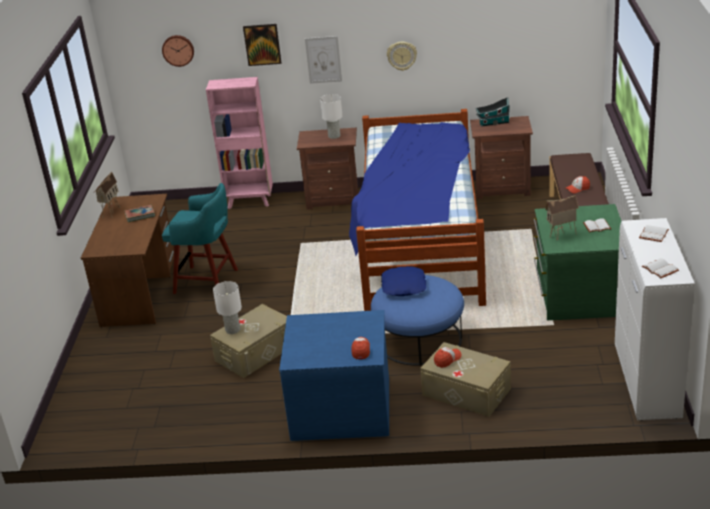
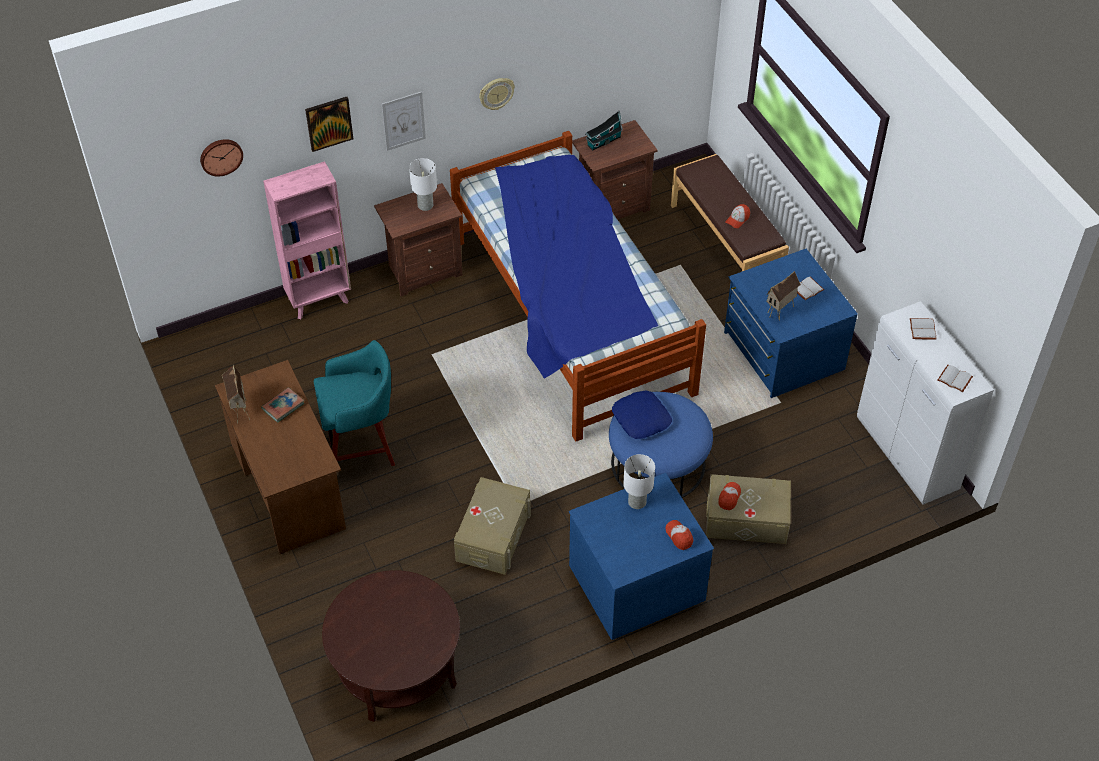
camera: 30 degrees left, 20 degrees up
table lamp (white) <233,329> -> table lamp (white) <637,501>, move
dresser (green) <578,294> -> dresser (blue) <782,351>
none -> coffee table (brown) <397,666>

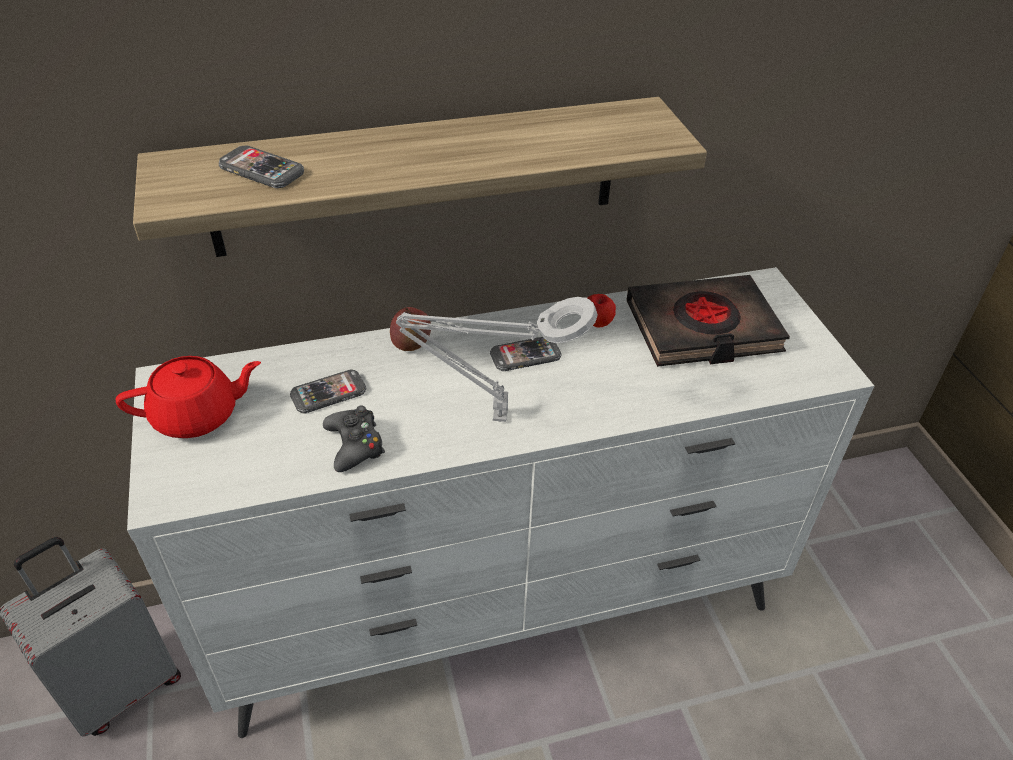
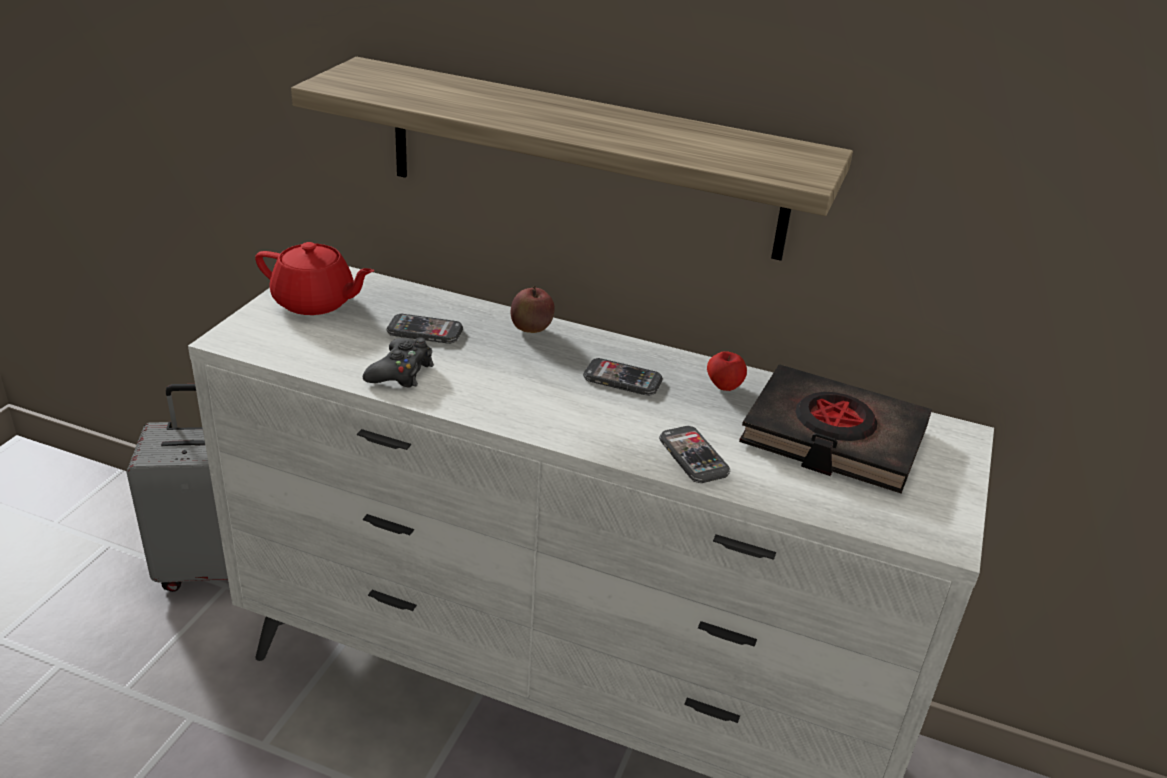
camera: 35 degrees right, 10 degrees down
phone <261,170> -> phone <693,456>, move
table lamp (grey) <494,416> -> none

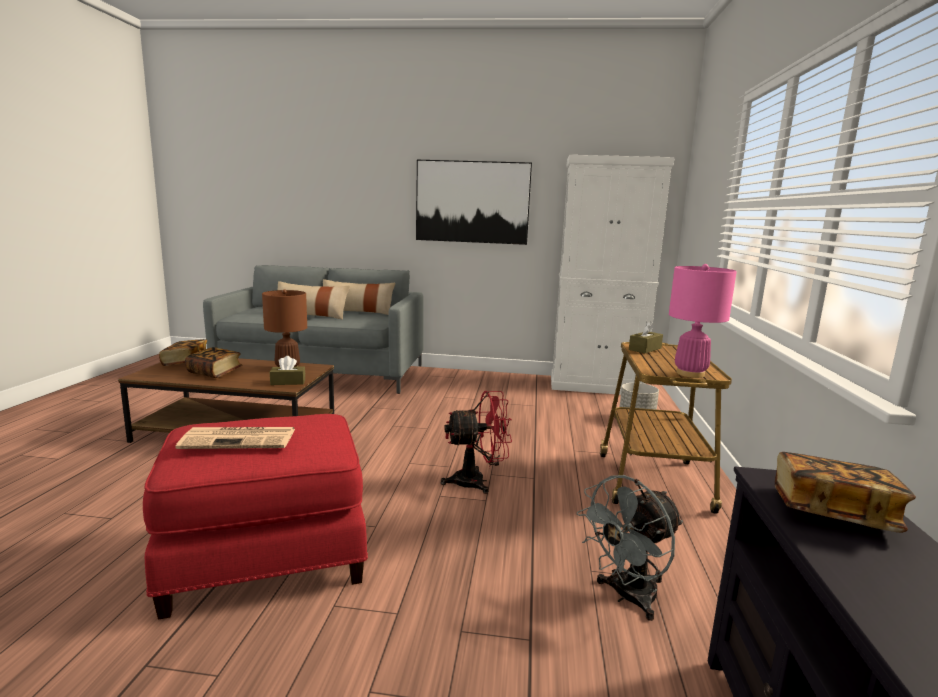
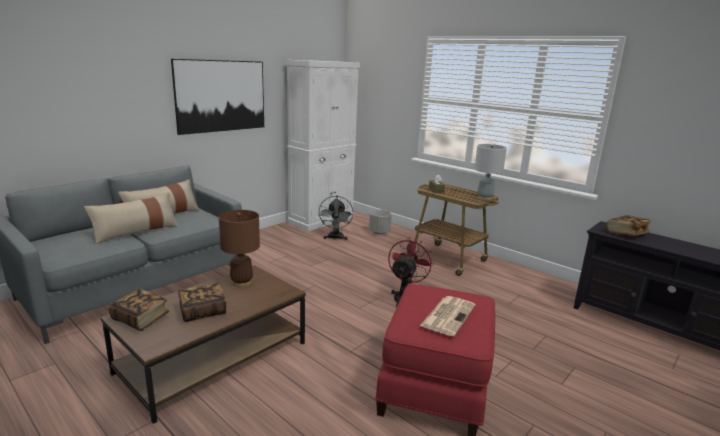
camera: 55 degrees left, 5 degrees up
tissue box (brown) <288,382> -> none
fan (grey) <627,597> -> fan (grey) <335,238>, move
table lamp (pink) <690,374> -> table lamp (grey) <484,198>

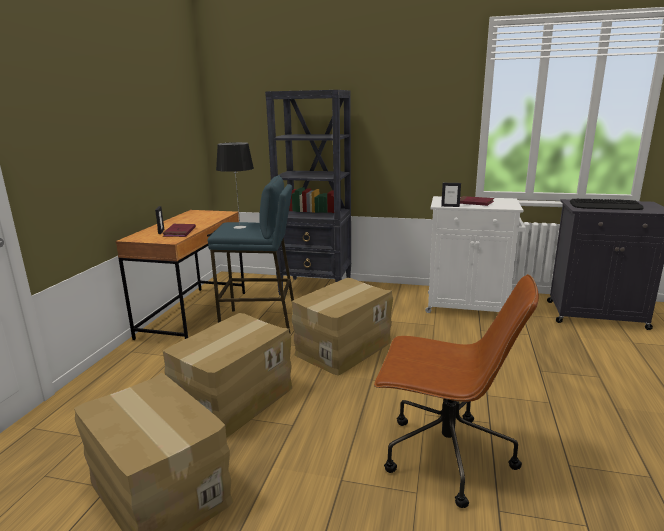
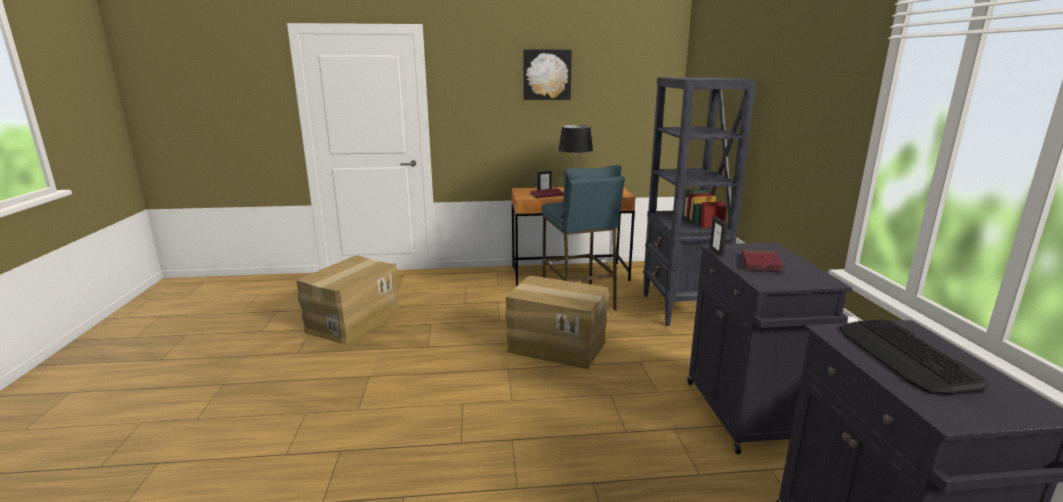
camera: 70 degrees right, 0 degrees up
cardboard box <233,400> -> none
office chair (brown) <444,455> -> none
cabinet (white) <468,306> -> cabinet (black) <747,415>
none -> picture <547,74>

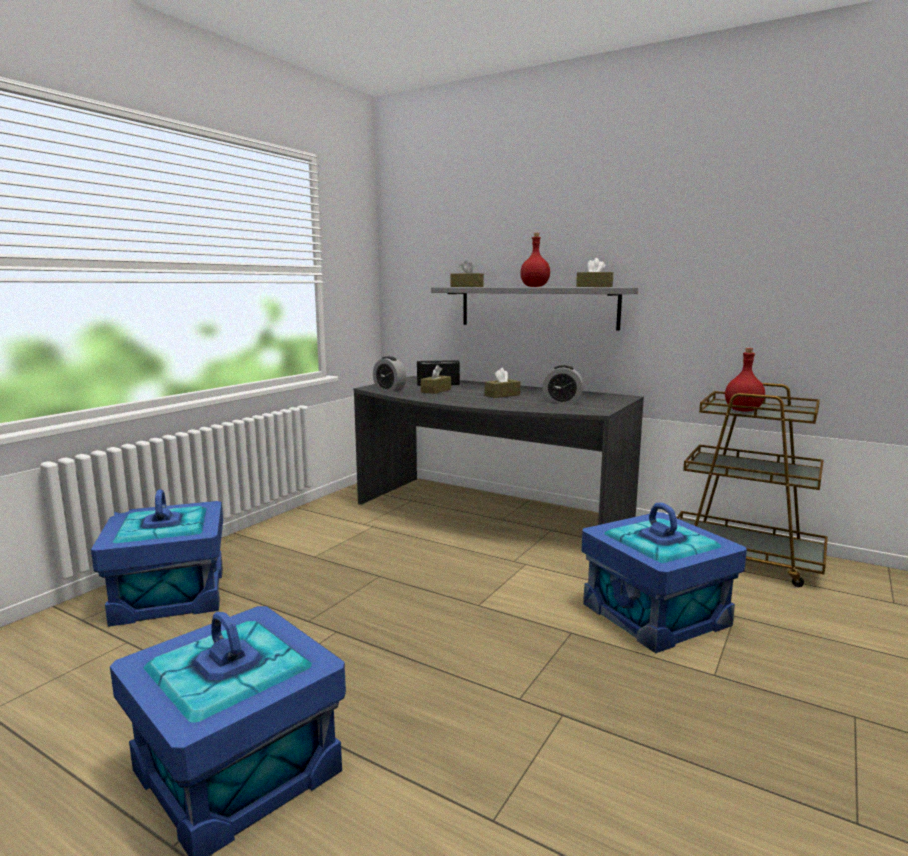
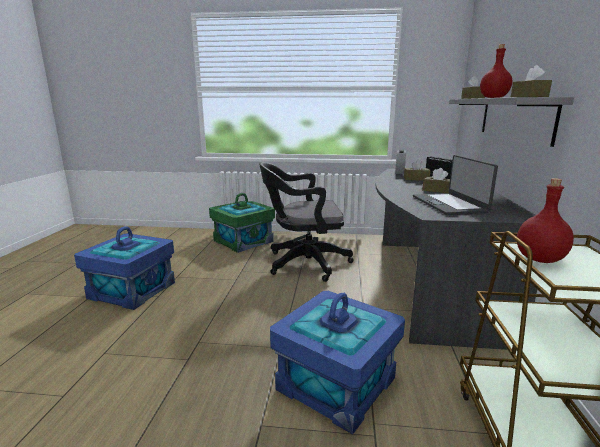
camera: 65 degrees right, 5 degrees up
storage box (blue) <169,595> -> storage box (green) <243,241>
alarm clock <562,401> -> laptop <449,204>
none -> office chair (black) <303,263>

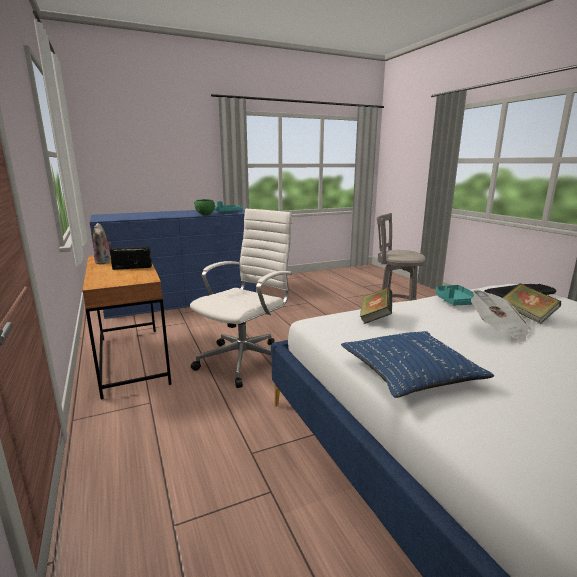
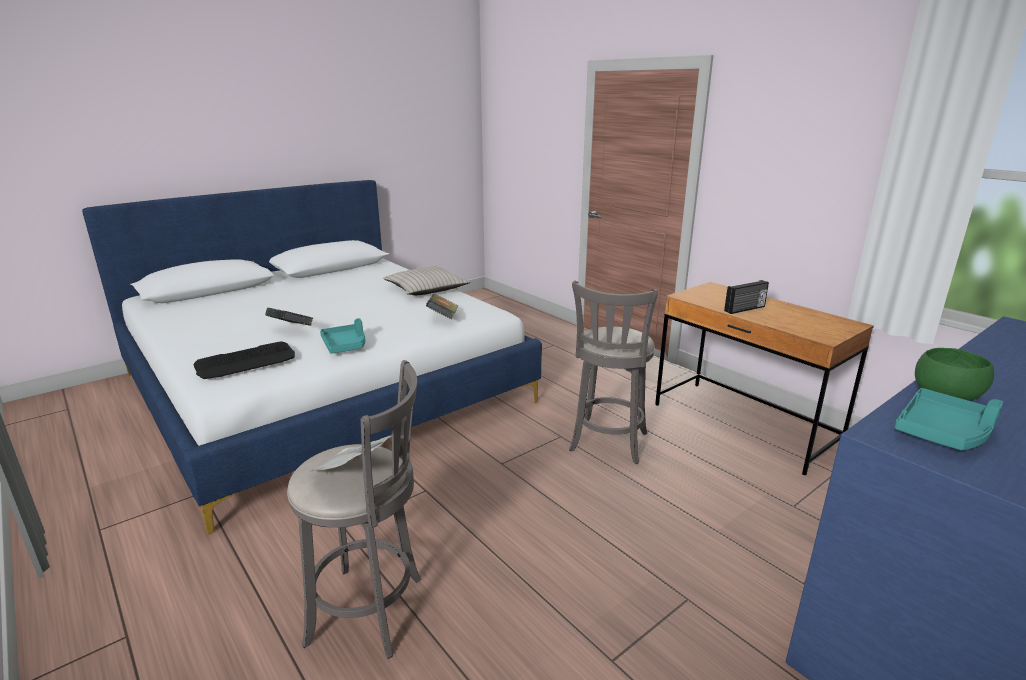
camera: 165 degrees right, 5 degrees up
plush toy <104,262> -> none
office chair (white) <246,360> -> stool (grey) <607,444>
pillow (blue) <411,373> -> pillow (beige) <426,289>
newspaper <498,330> -> newspaper <354,473>, move

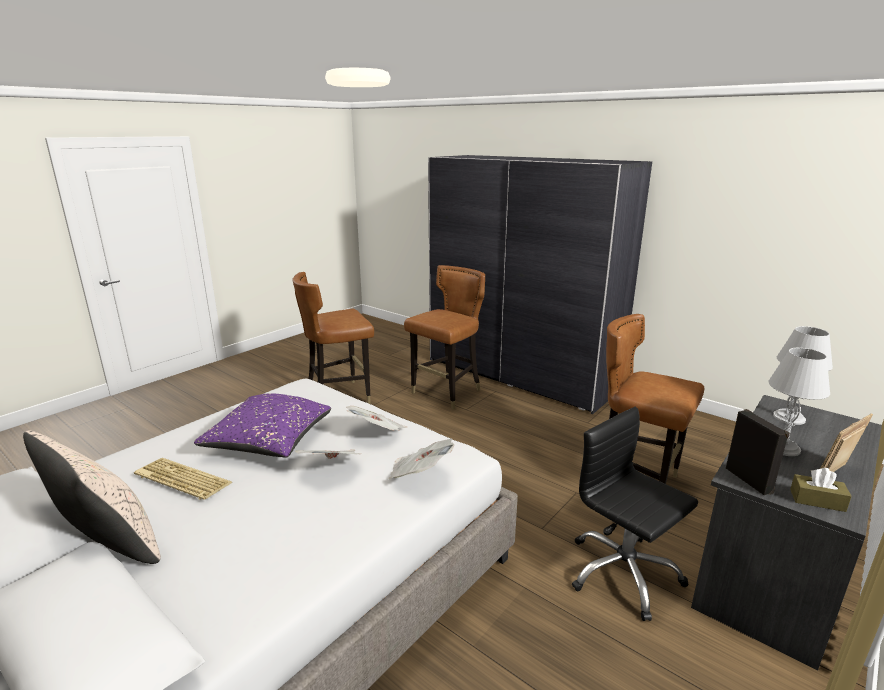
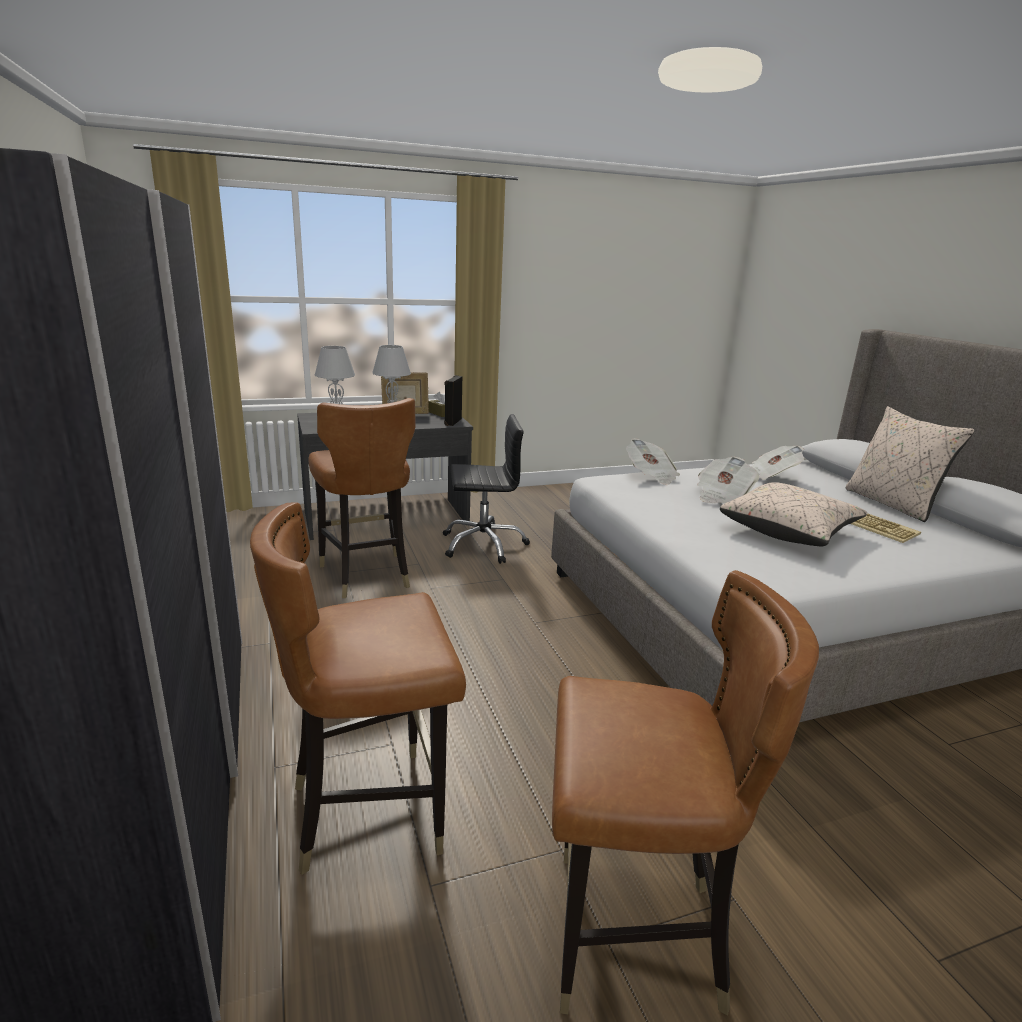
camera: 150 degrees left, 0 degrees up
pillow (purple) <269,442> -> pillow (beige) <789,531>
newspaper <378,432> -> newspaper <769,476>, move
office chair (black) <623,573> -> office chair (black) <483,544>, 90 degrees counterclockwise

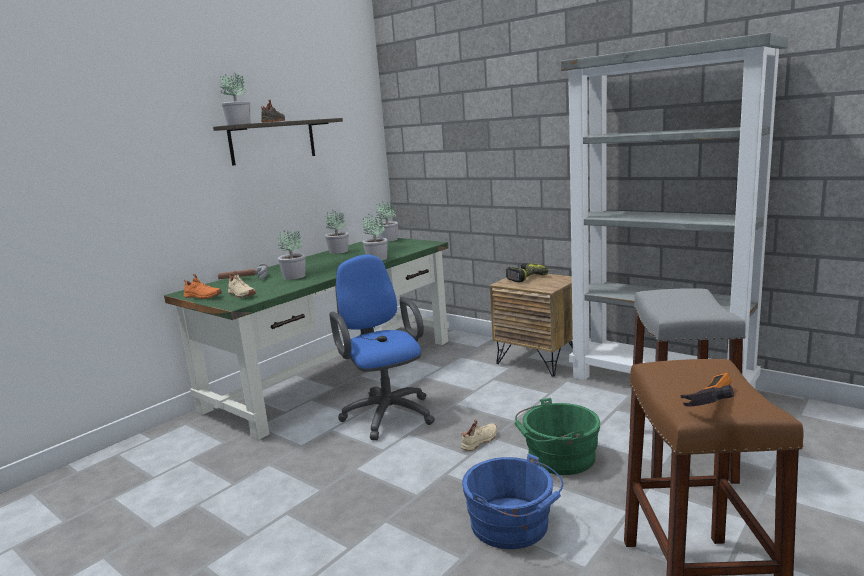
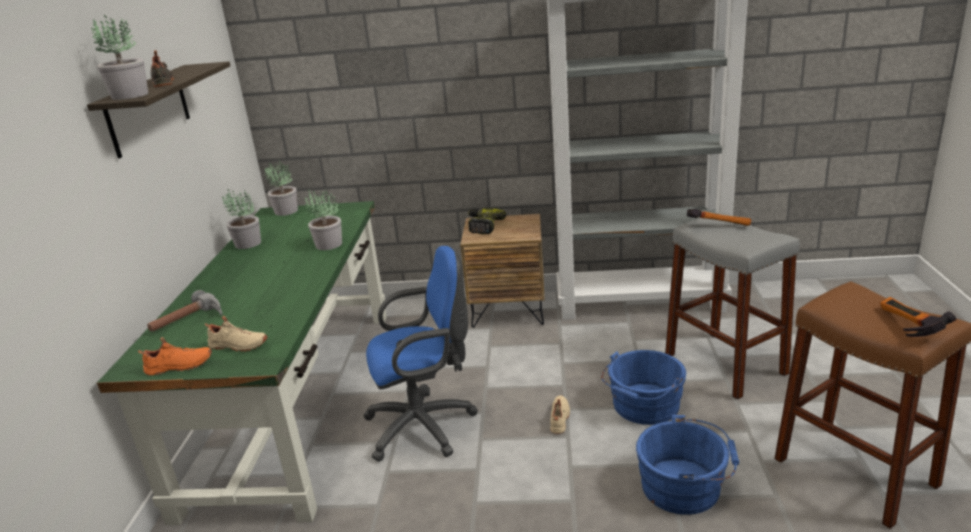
camera: 35 degrees left, 10 degrees up
potted plant <294,276> -> none
office chair (blue) <386,413> -> office chair (blue) <426,425>, 135 degrees clockwise
bucket (green) <557,458> -> bucket (blue) <644,407>
none -> hammer <716,226>

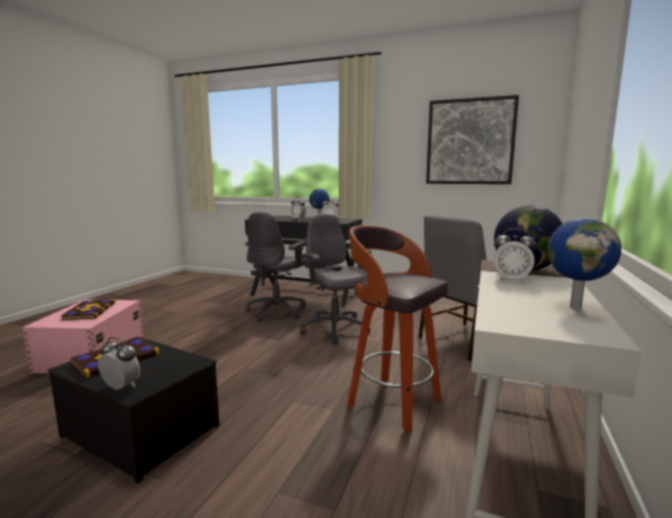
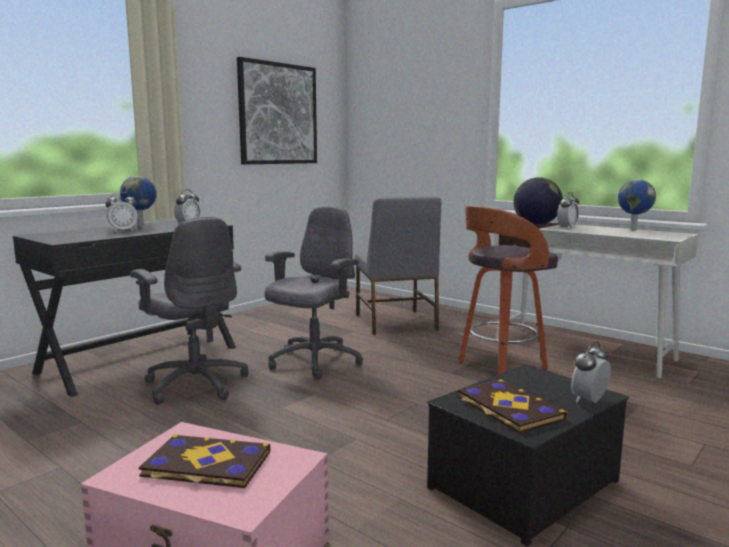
camera: 70 degrees left, 0 degrees up
office chair (grey) <335,330> -> office chair (grey) <314,362>, 135 degrees clockwise

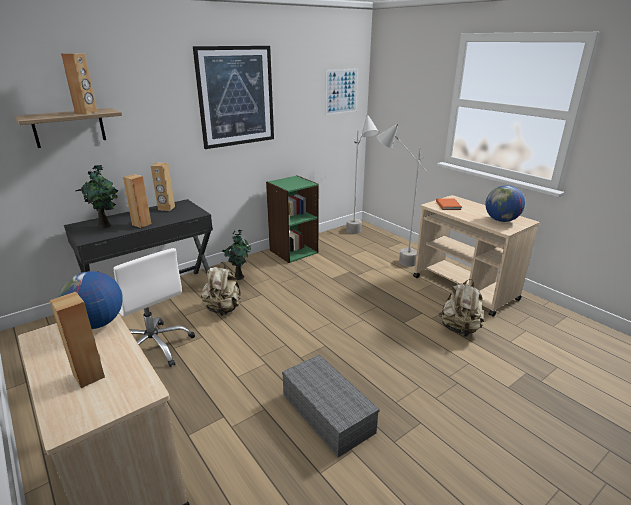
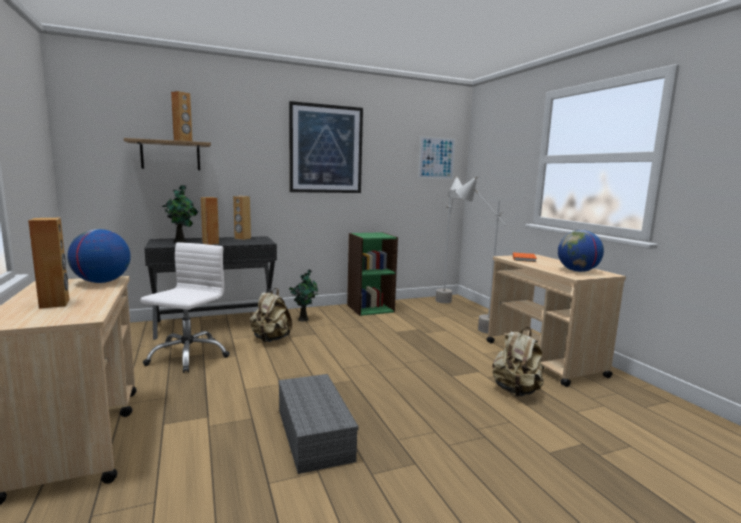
camera: 15 degrees right, 15 degrees down
office chair (white) <154,347> -> office chair (white) <188,355>, 135 degrees counterclockwise

